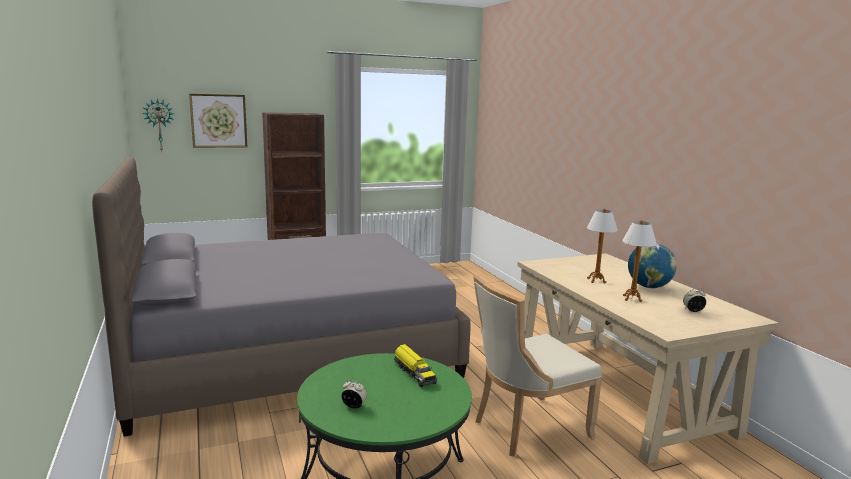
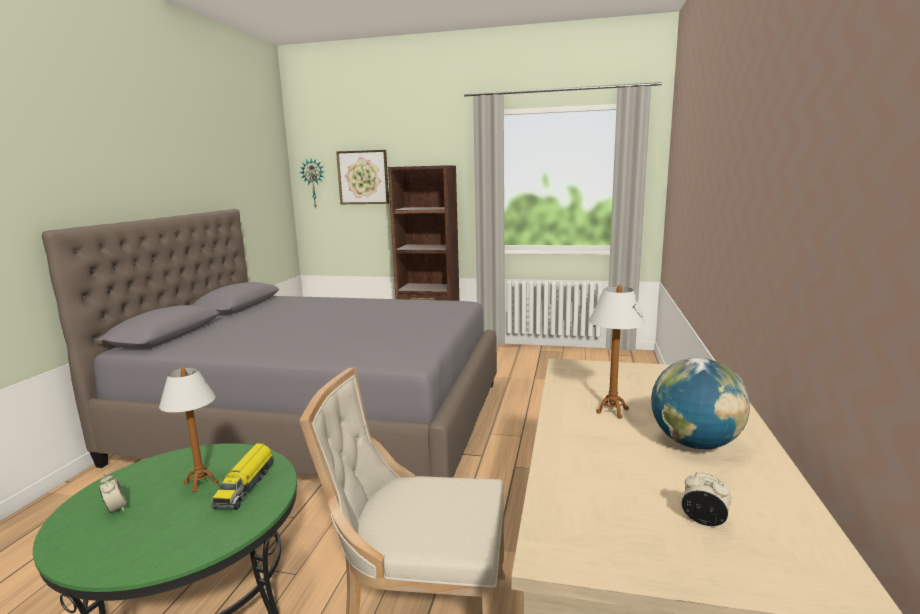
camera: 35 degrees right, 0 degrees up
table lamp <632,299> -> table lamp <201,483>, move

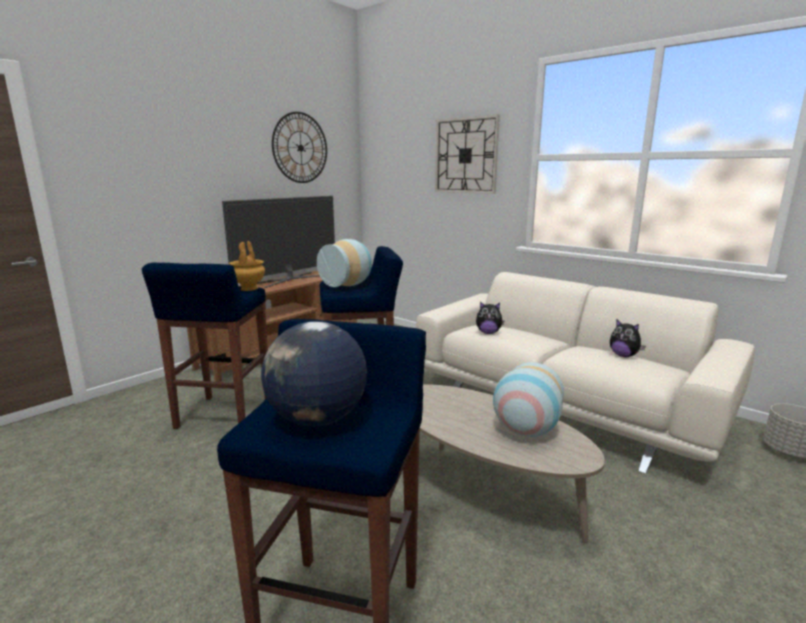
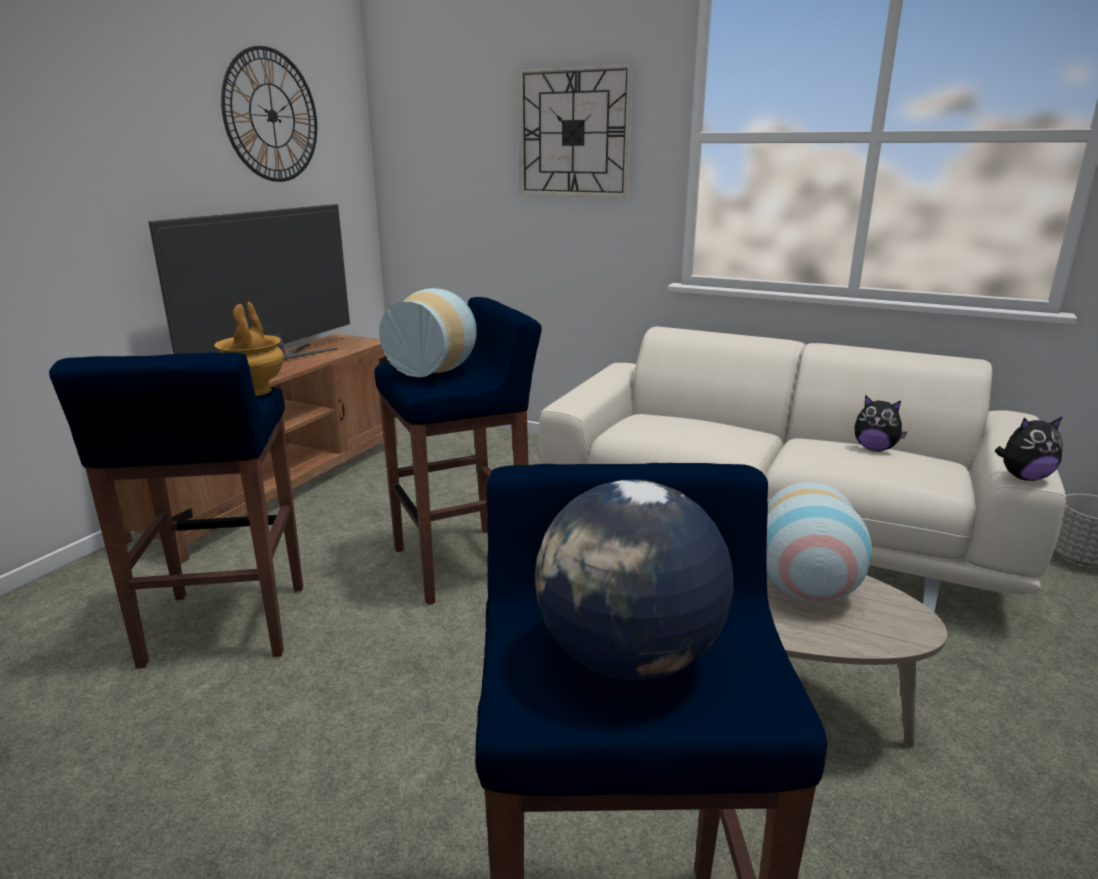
camera: 15 degrees left, 5 degrees up
plush toy <488,333> -> plush toy <1023,477>, move

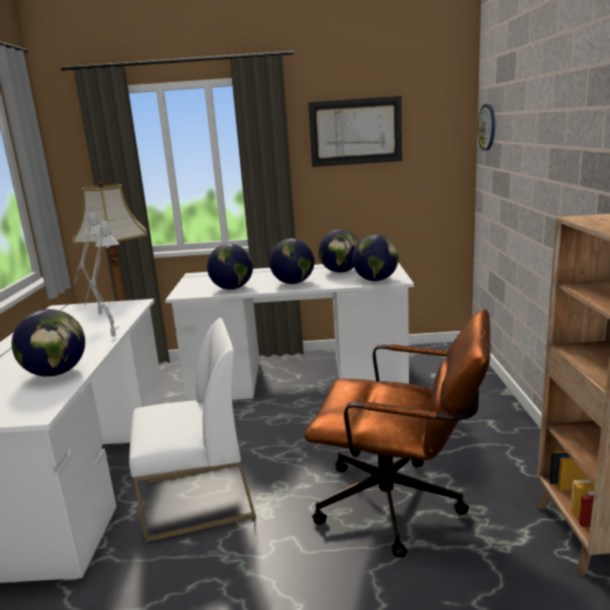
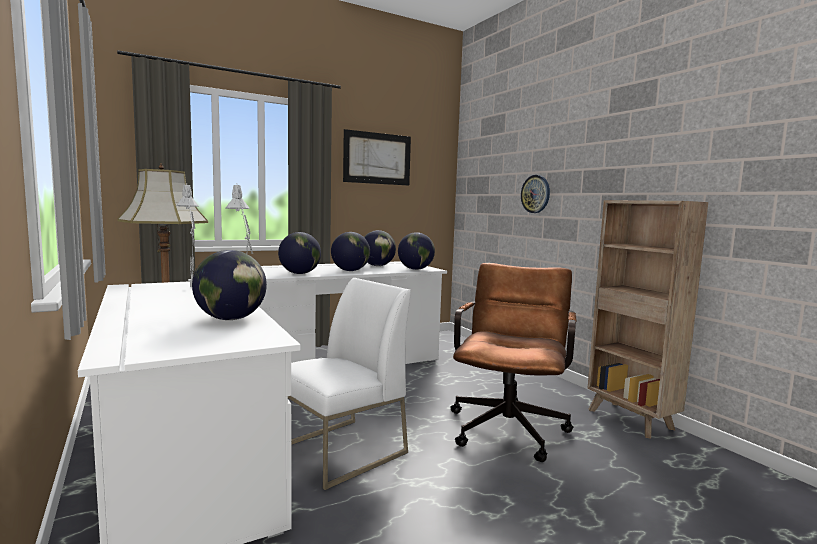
camera: 30 degrees left, 10 degrees down
office chair (brown) <401,506> -> office chair (brown) <509,425>, 60 degrees counterclockwise
wall clock <487,127> -> wall clock <535,194>, move

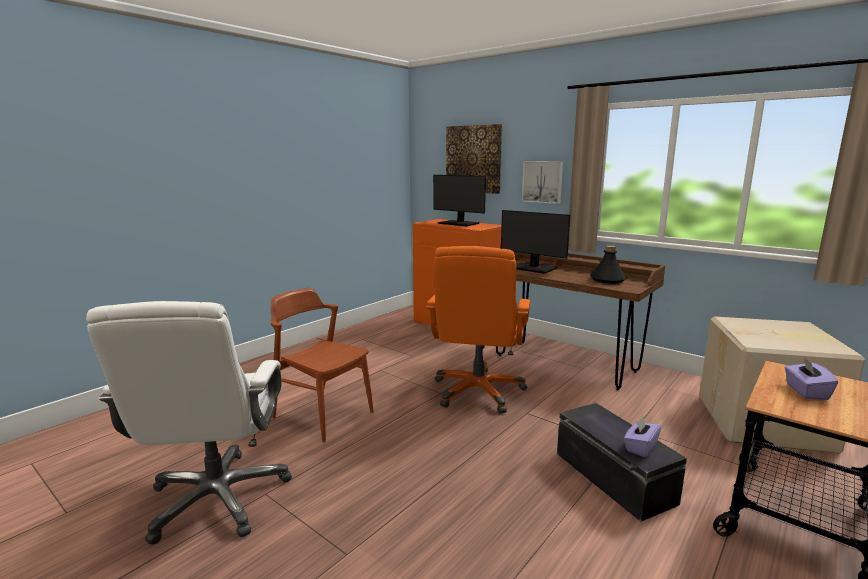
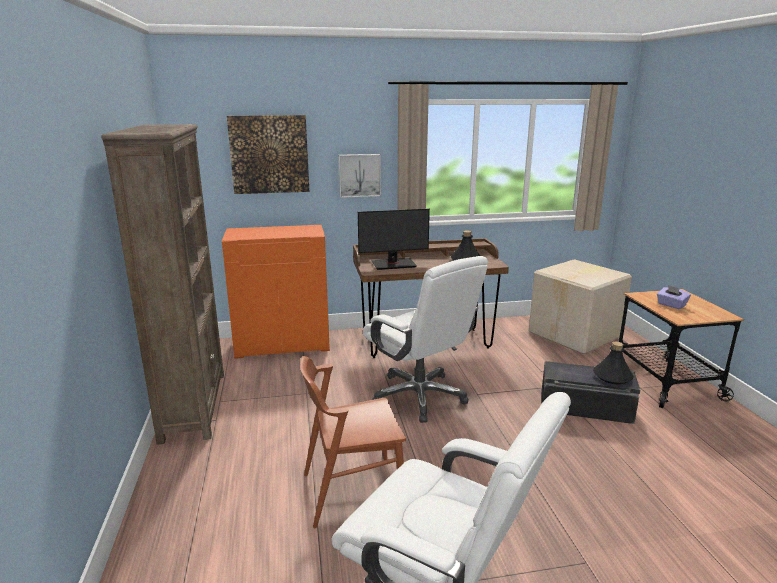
camera: 50 degrees left, 5 degrees up
office chair (orange) <478,392> -> office chair (white) <420,396>
monitor <459,223> -> none
tissue box (purple) <640,447> -> bottle (black) <612,377>
none -> bookcase (brown) <194,405>

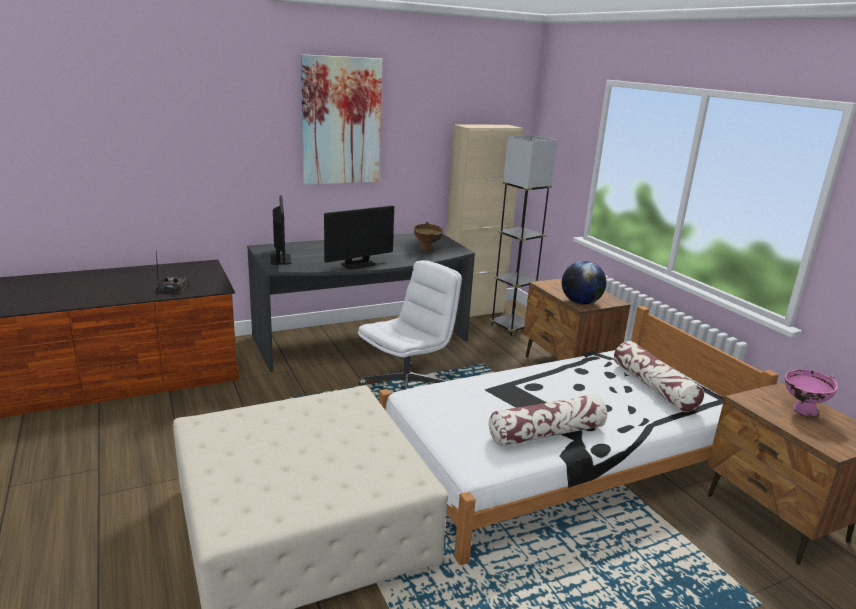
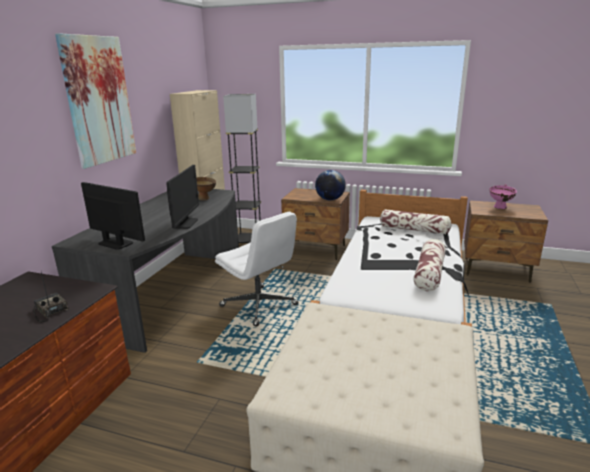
camera: 45 degrees left, 0 degrees up
office chair (white) <407,387> -> office chair (white) <259,305>, 135 degrees clockwise

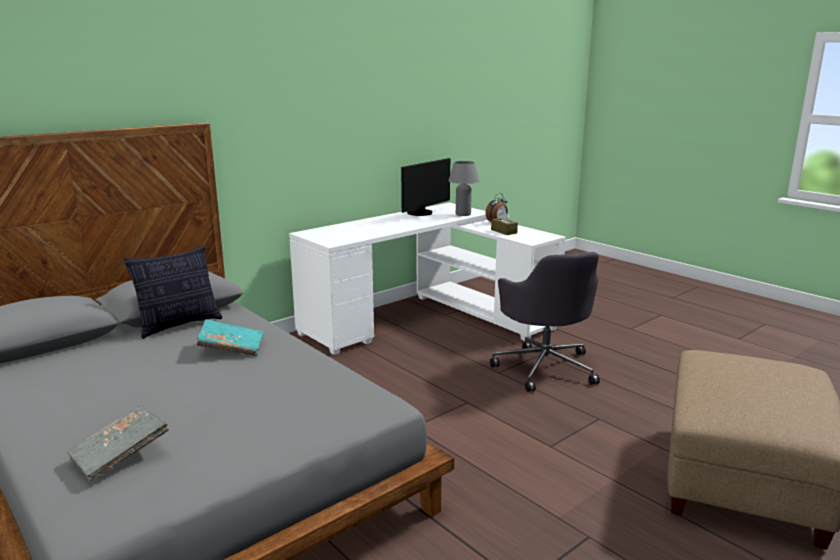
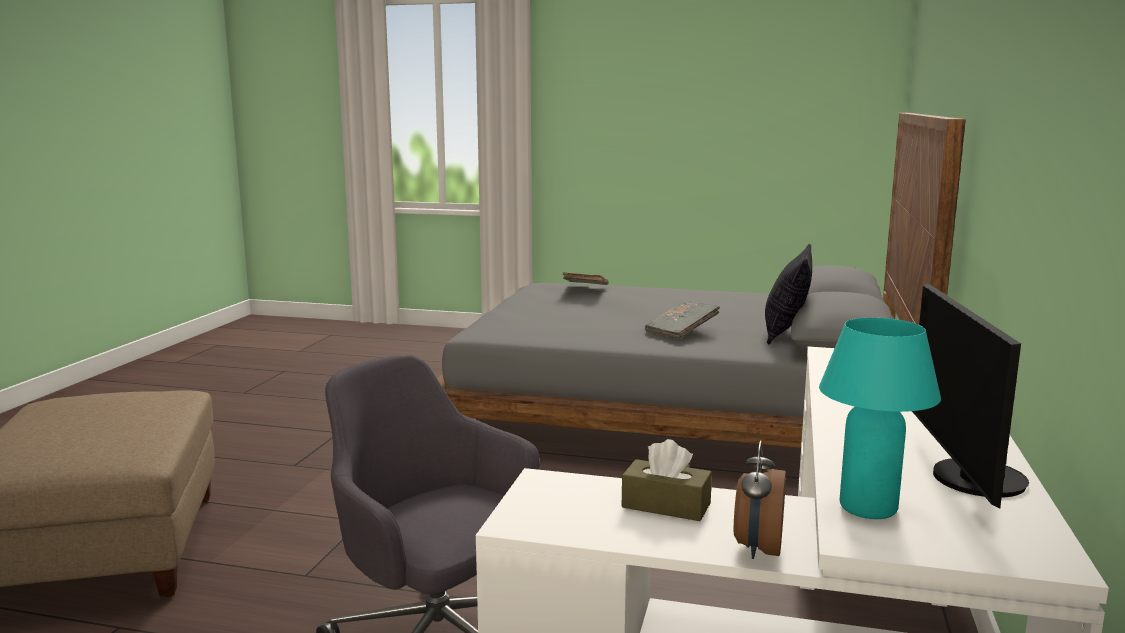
camera: 145 degrees right, 5 degrees down
book (turquoise) <231,348> -> book (grey) <682,331>
table lamp (grey) <463,214> -> table lamp (turquoise) <868,508>

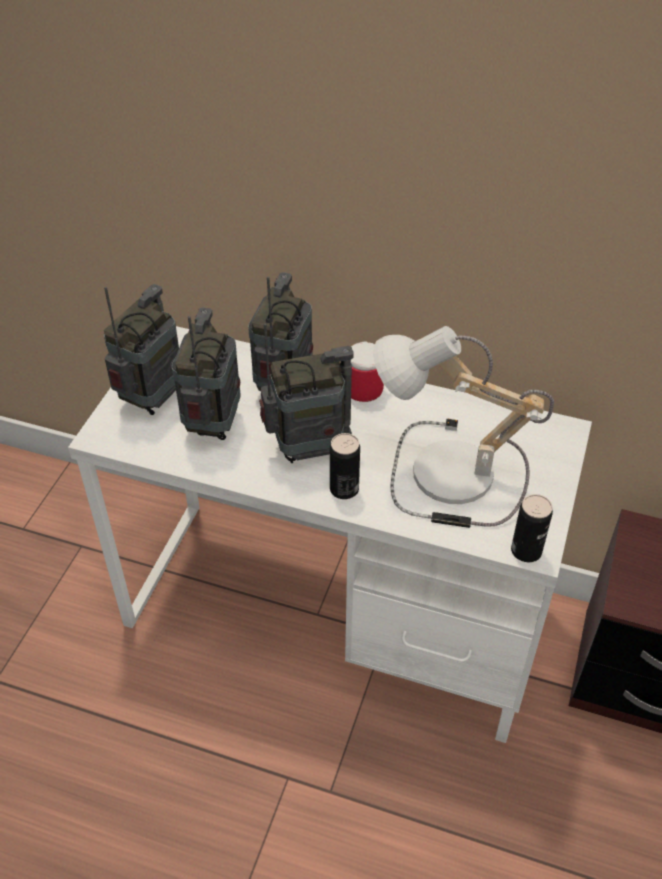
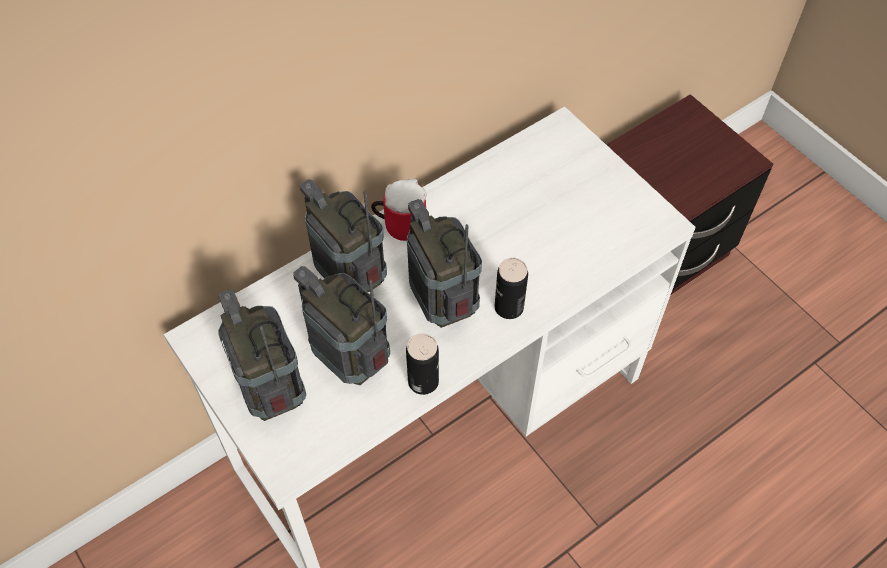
camera: 55 degrees left, 10 degrees up
radio <309,449> -> radio <444,306>, 45 degrees counterclockwise
table lamp <446,478> -> none
can <526,551> -> can <423,381>, move

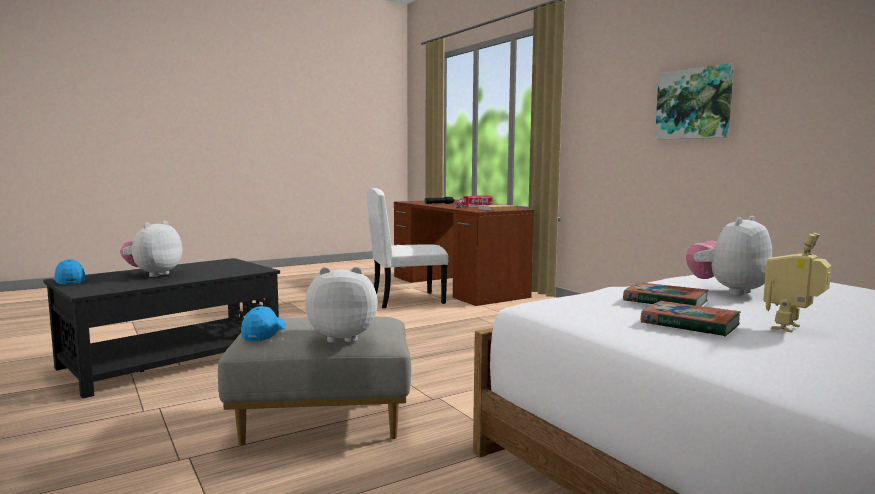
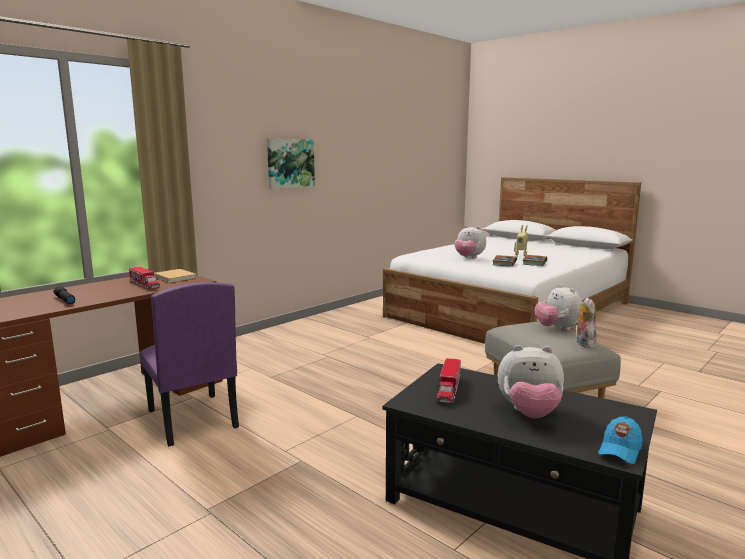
camera: 105 degrees left, 5 degrees up
cap (blue) <263,333> -> plush toy <583,343>
chair (white) <407,300> -> chair (purple) <192,419>
none -> toy truck <448,389>

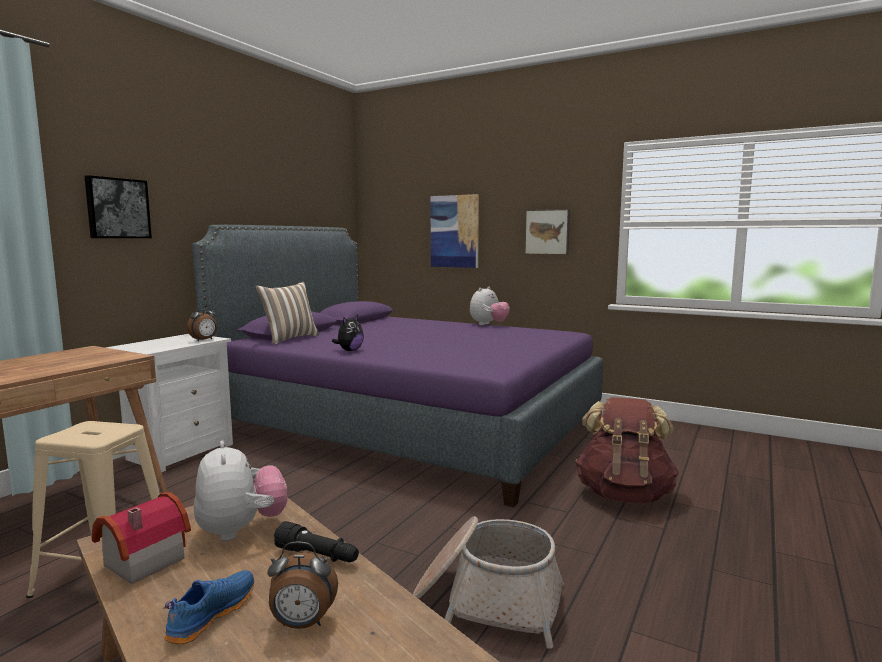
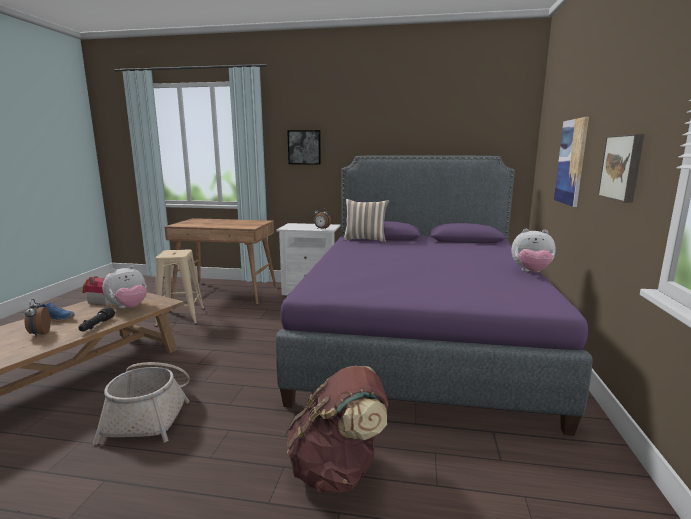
camera: 70 degrees right, 5 degrees up
plush toy <349,350> -> none

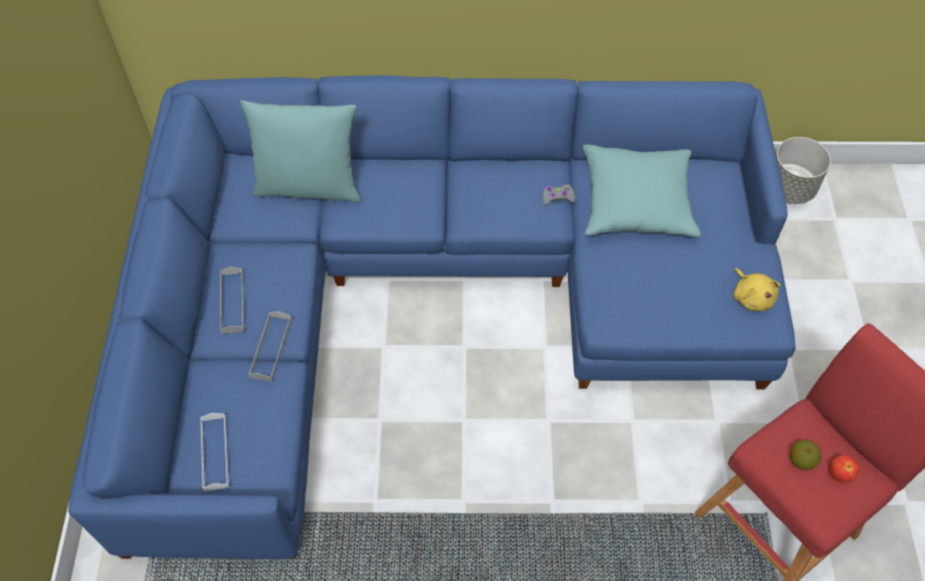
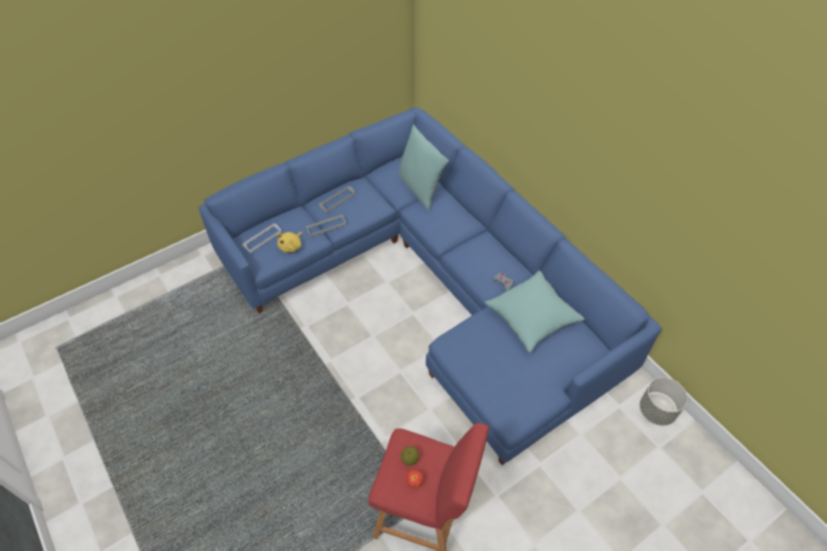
camera: 55 degrees right, 5 degrees down
plush toy (yellow) <751,297> -> plush toy (yellow) <291,246>, move

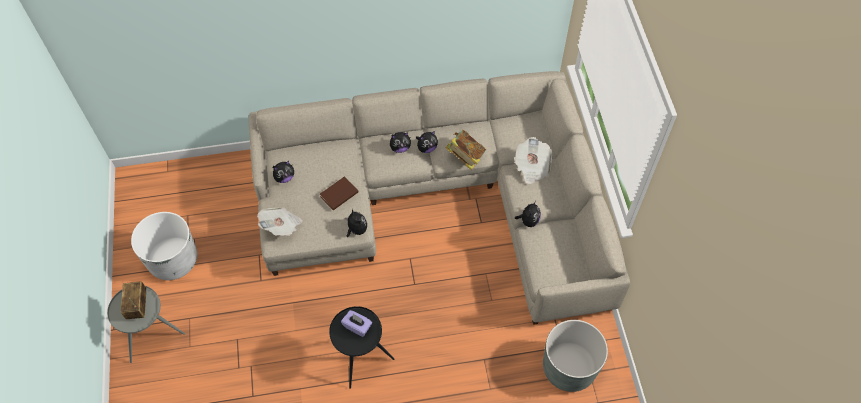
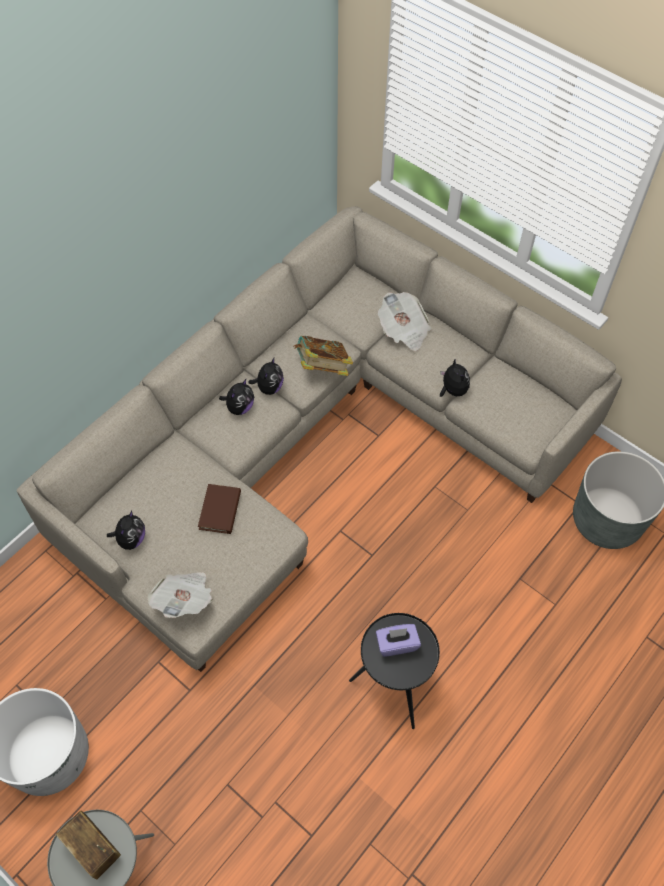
camera: 40 degrees left, 0 degrees up
plush toy <356,230> -> none

